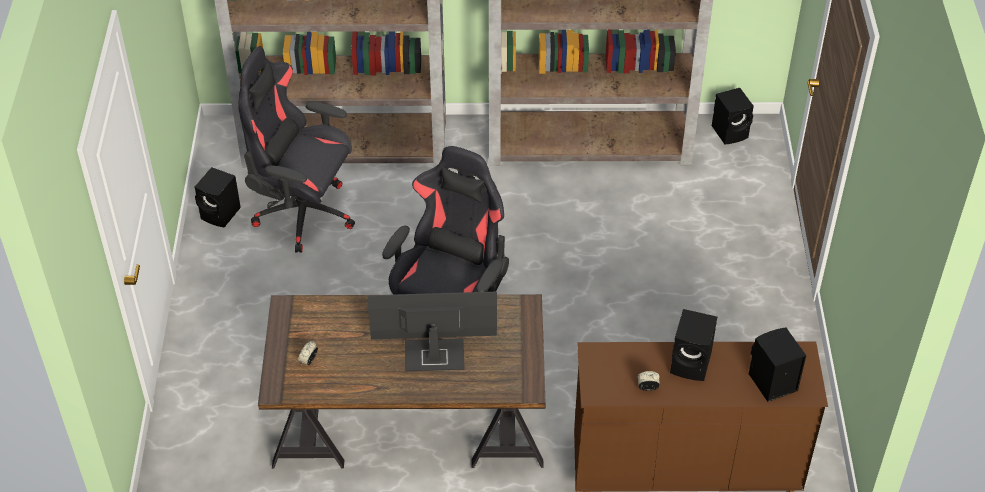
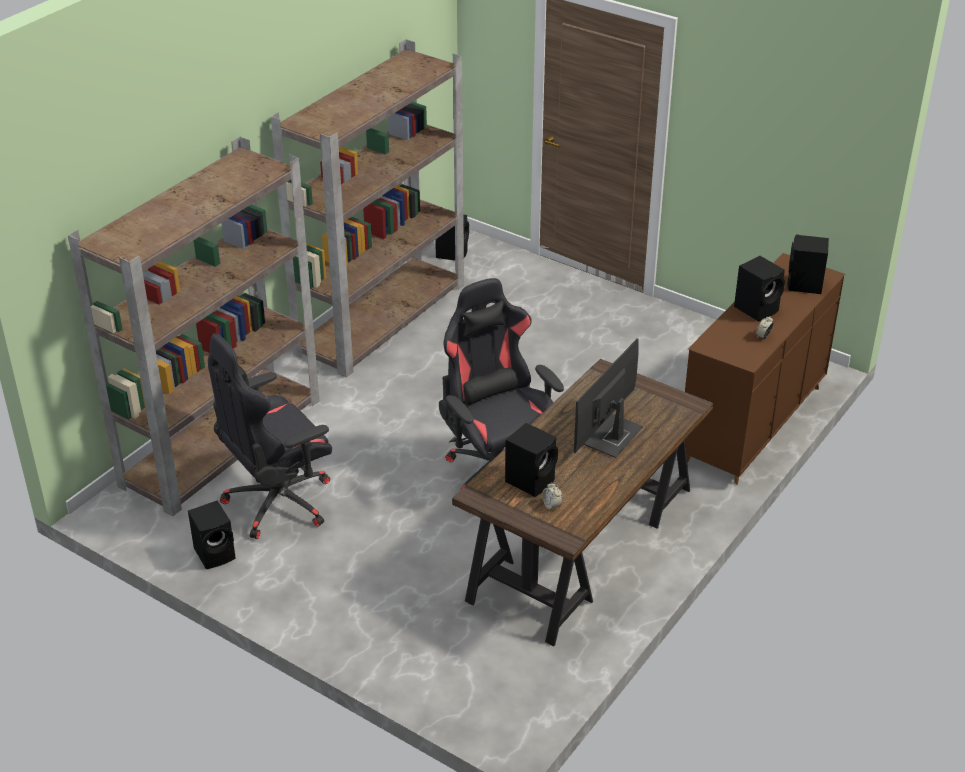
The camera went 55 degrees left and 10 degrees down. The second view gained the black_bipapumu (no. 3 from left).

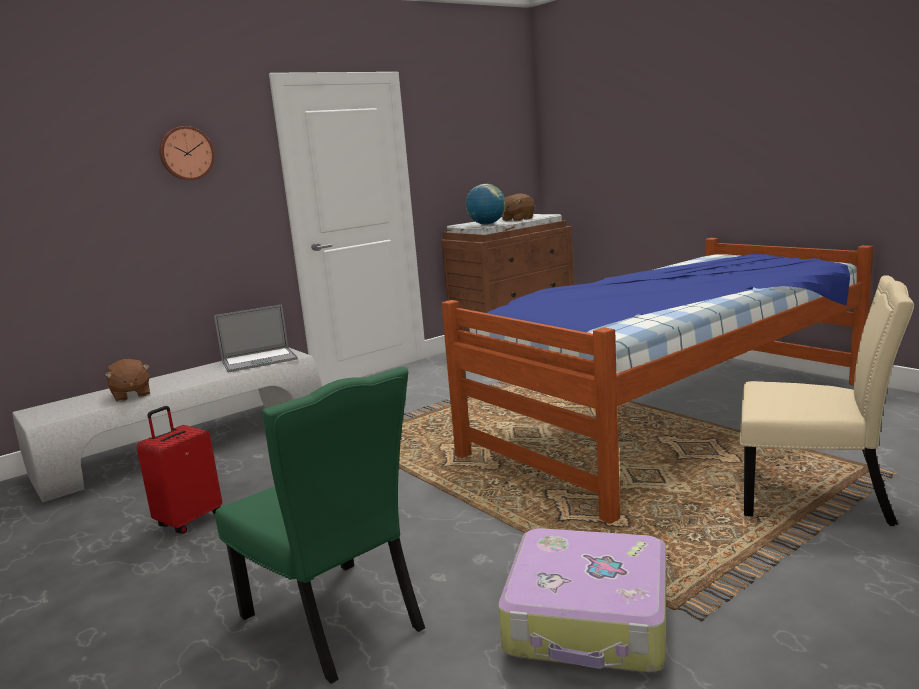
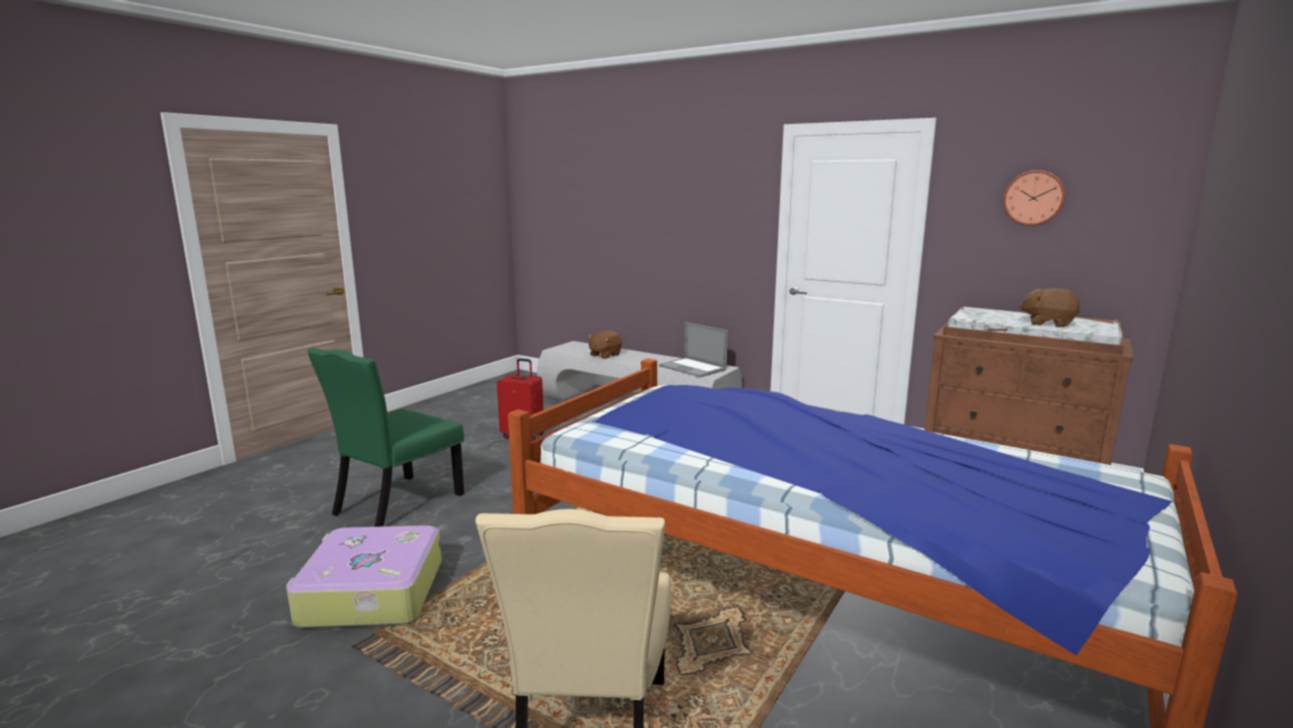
The camera went 70 degrees right and 0 degrees up. The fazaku ended up elsewhere. The second view lost the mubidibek.

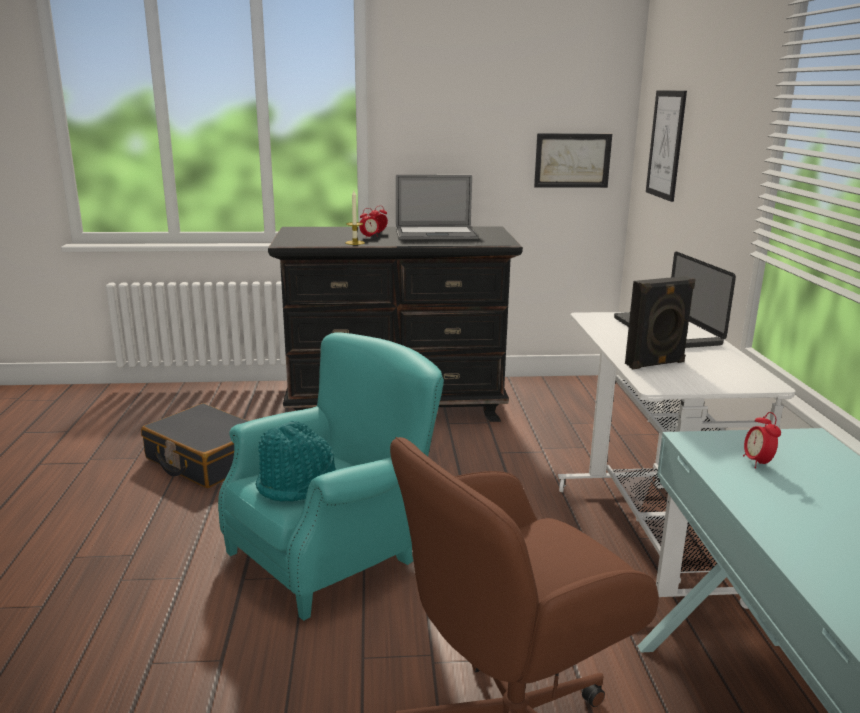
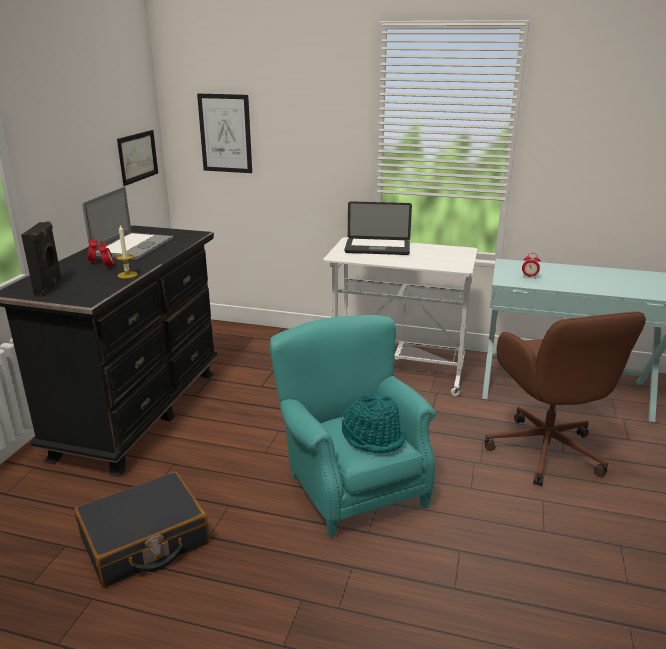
The camera went 70 degrees left and 5 degrees up. The black_bipapumu ended up elsewhere.

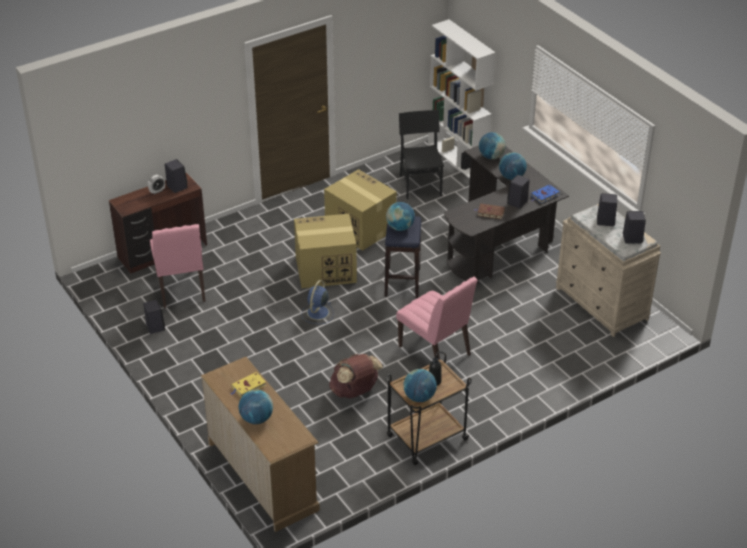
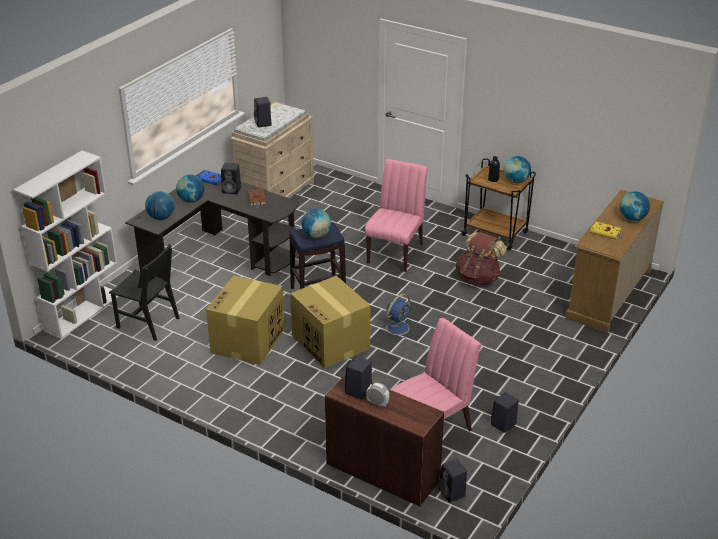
The camera went 115 degrees left and 5 degrees down. The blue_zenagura ended up facing another way, 45 degrees counterclockwise from before. The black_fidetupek ended up facing another way, 120 degrees counterclockwise from before. The black_bipapumu (no. 5 from left in the first image) ended up elsewhere.

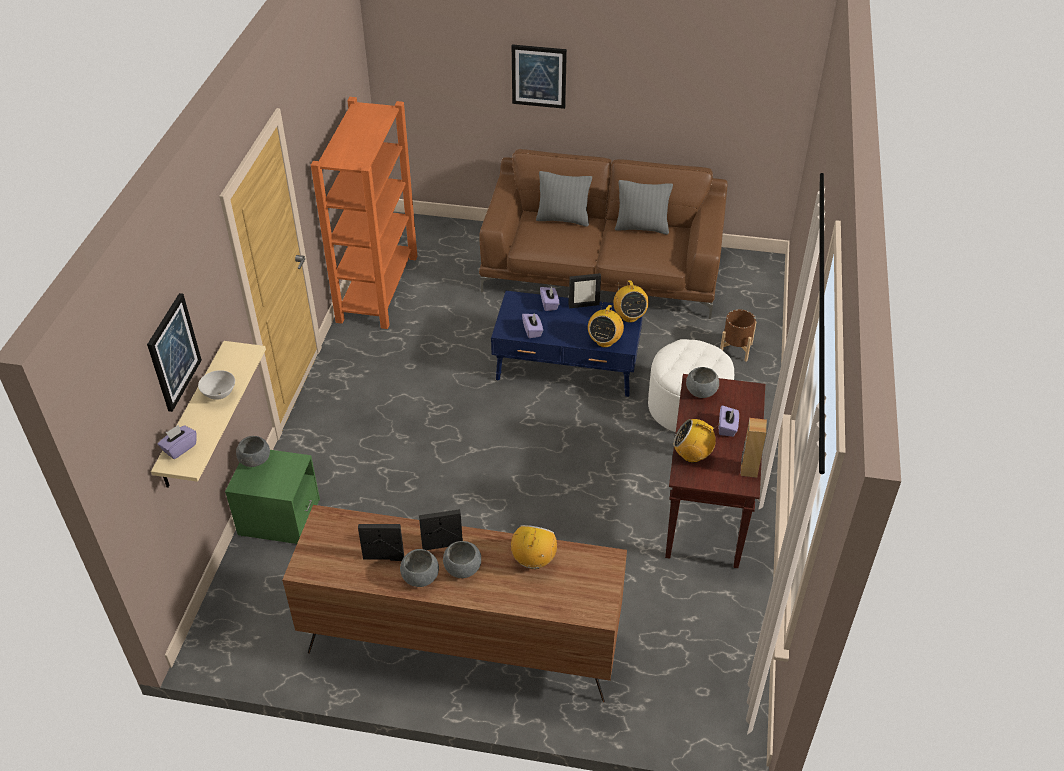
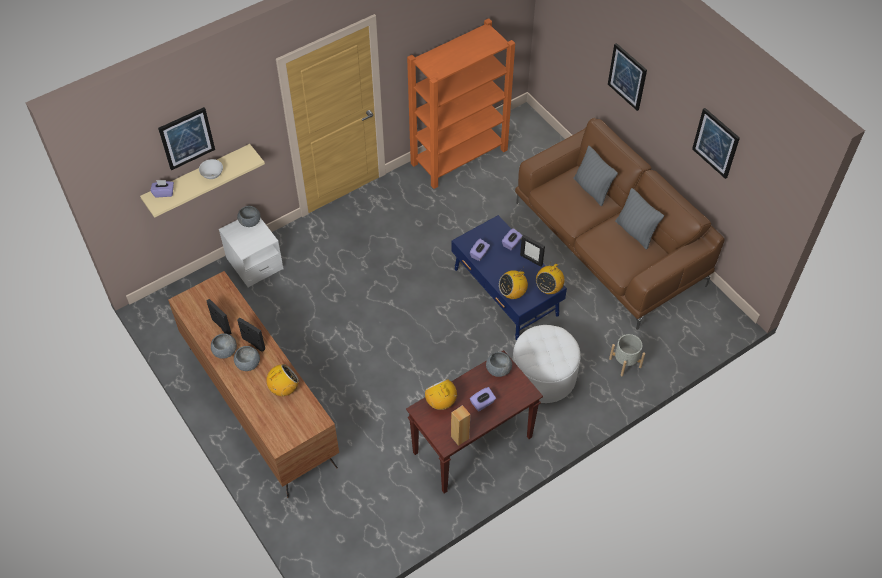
The camera went 45 degrees right and 10 degrees up. What was the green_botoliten turned into the white_botoliten. What was the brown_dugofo turned into the grey_dugofo. The second view gained the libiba (no. 3 from left).

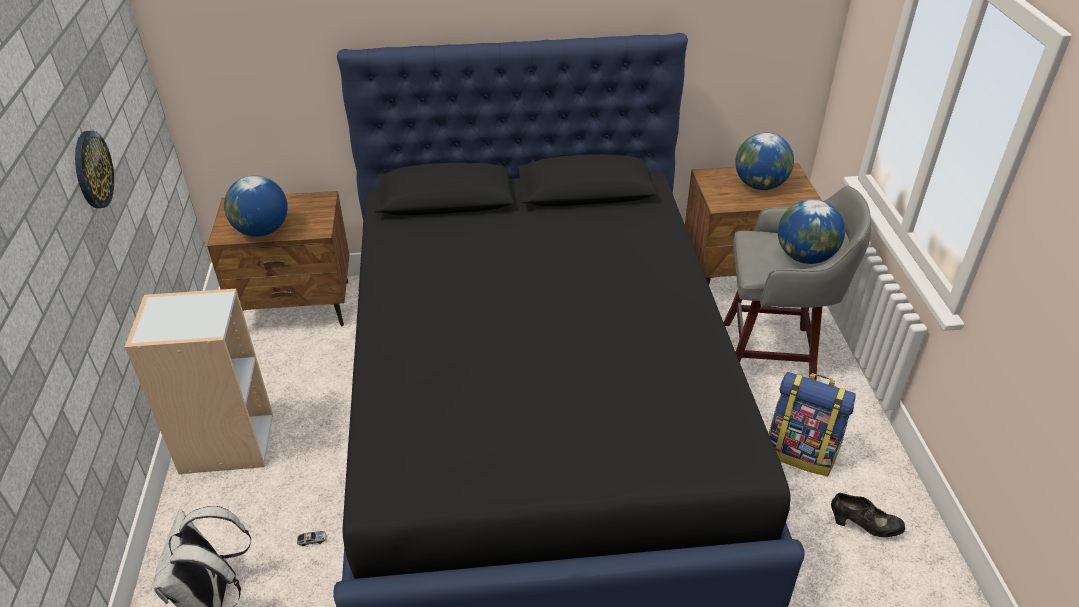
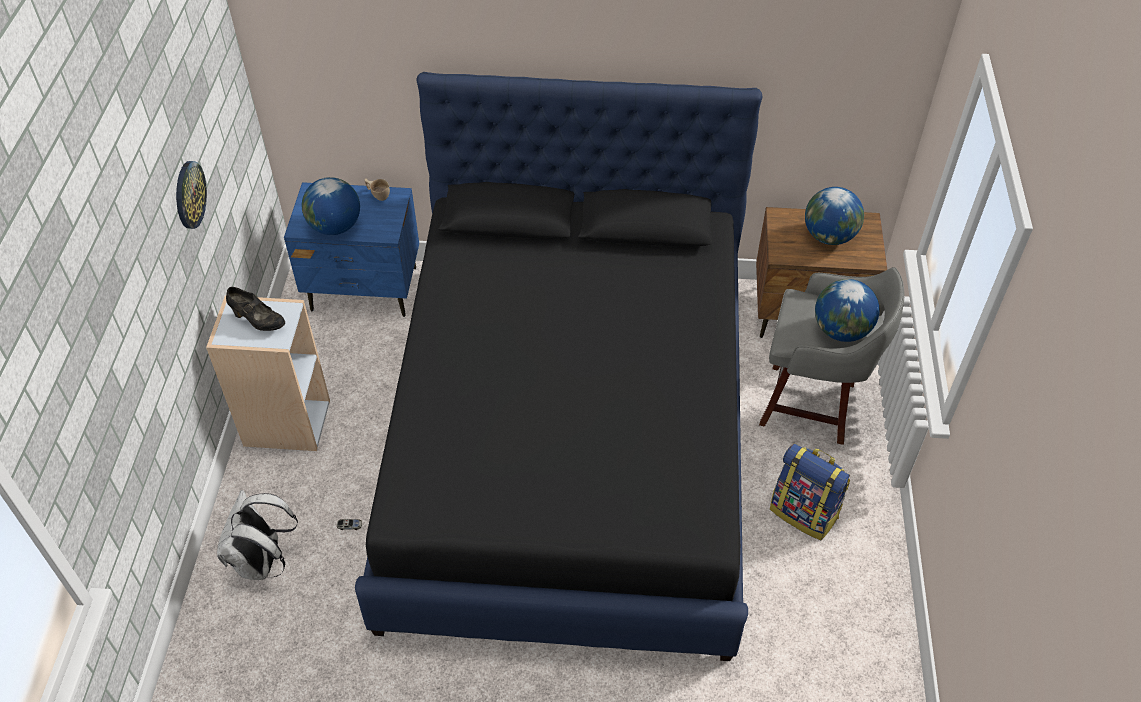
The camera went 10 degrees right and 10 degrees up. What was the brown_botoliten (no. 1 from left) turned into the blue_botoliten. The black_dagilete ended up elsewhere. The second view gained the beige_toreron.

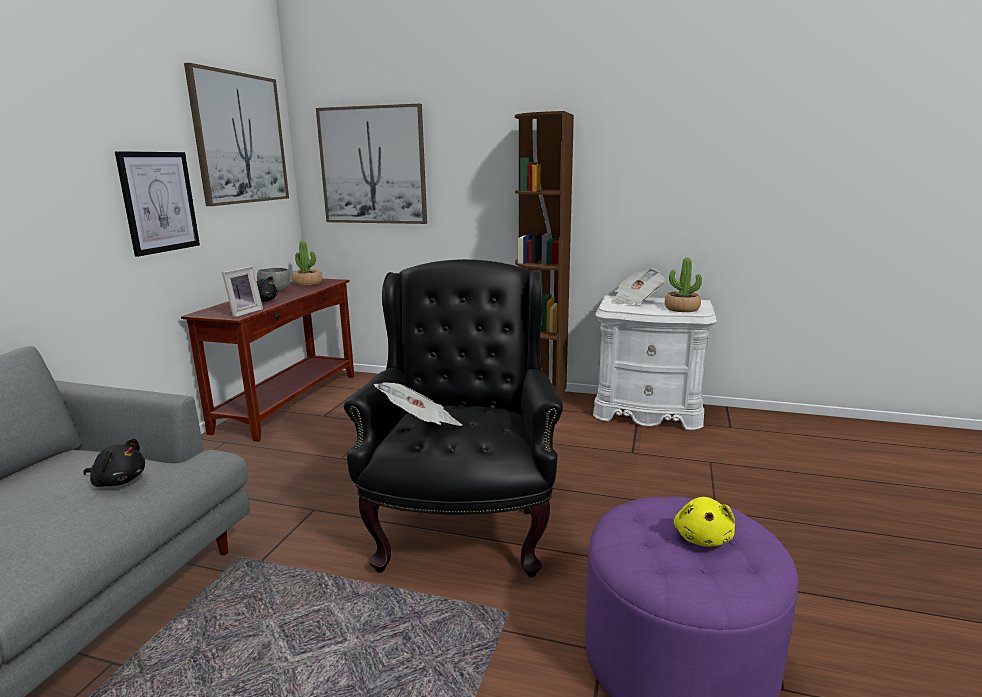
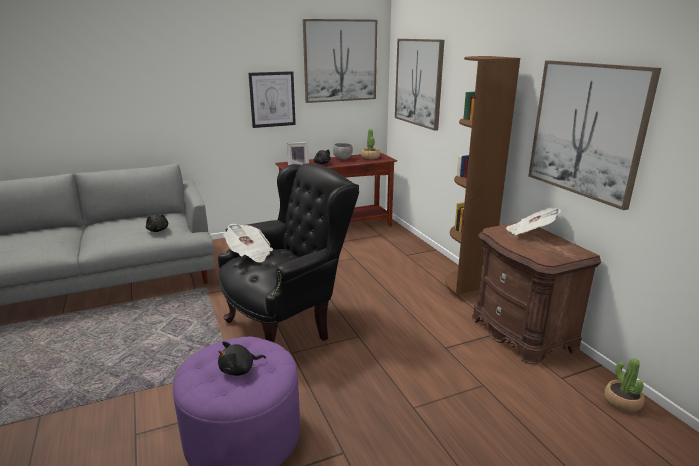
The camera went 50 degrees right and 5 degrees up. What was the white_botoliten turned into the brown_botoliten. The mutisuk (no. 2 from left) ended up elsewhere. What was the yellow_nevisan turned into the black_nevisan (no. 2 from left). The second view gained the libiba (no. 4 from left).

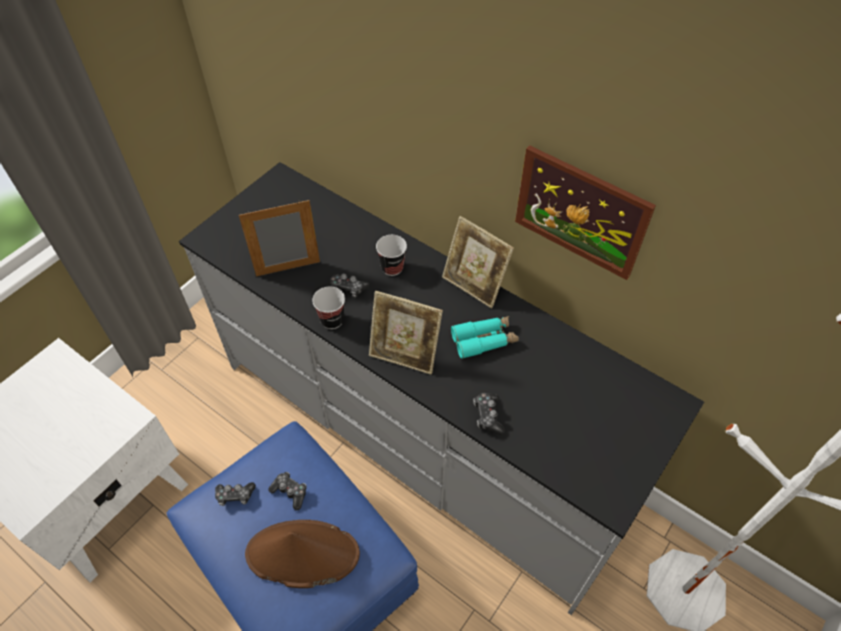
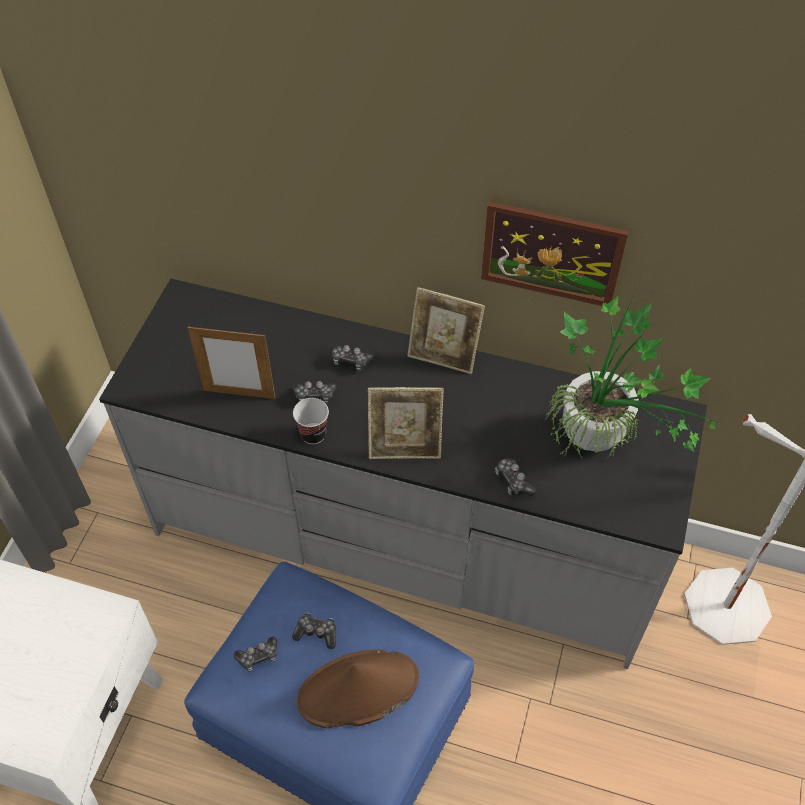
The camera went 20 degrees left and 0 degrees up. The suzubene (no. 1 from left) ended up facing another way, 135 degrees counterclockwise from before. Where the toreron (no. 2 from left) stood, the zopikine (no. 4 from left) came to stand. The second view lost the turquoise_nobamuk. The second view gained the mutisuk.

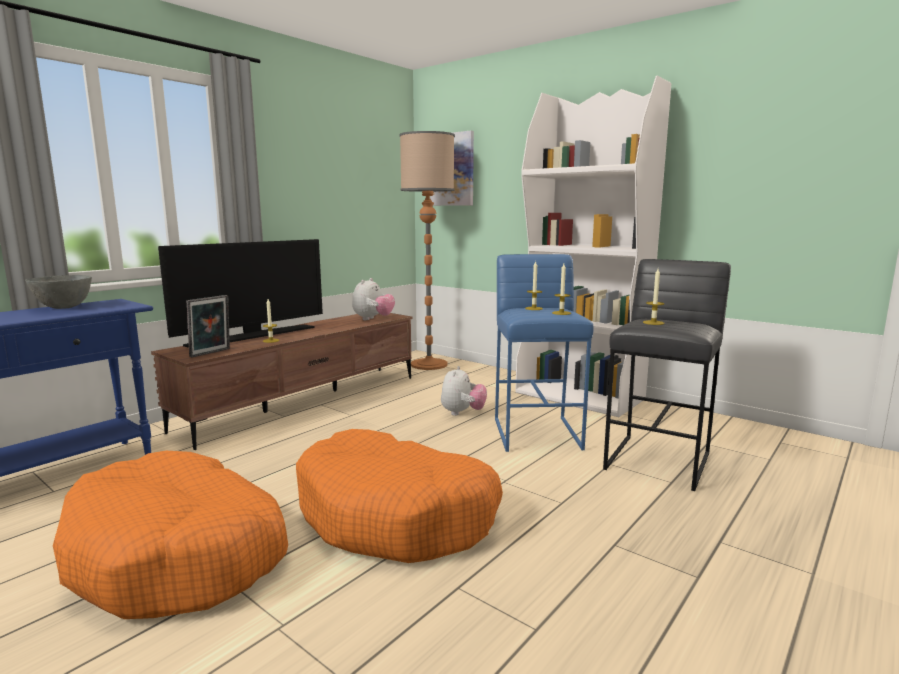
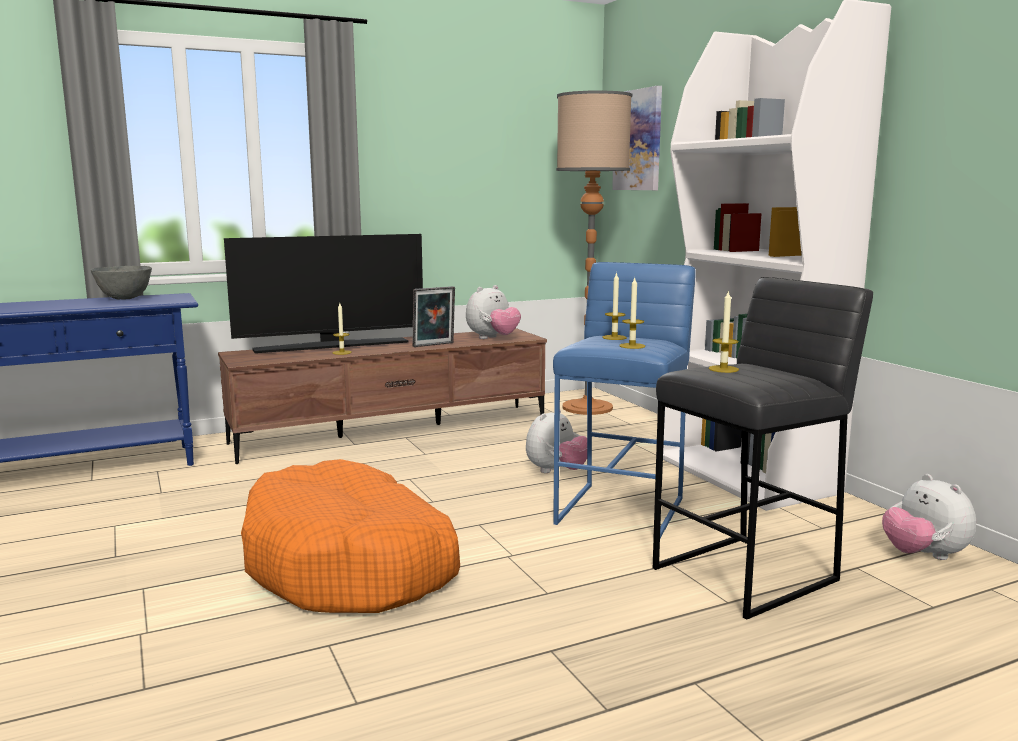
The camera went 25 degrees right and 0 degrees up. The second view lost the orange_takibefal (no. 1 from left). The suzubene ended up elsewhere. The second view gained the nevisan (no. 3 from left).

